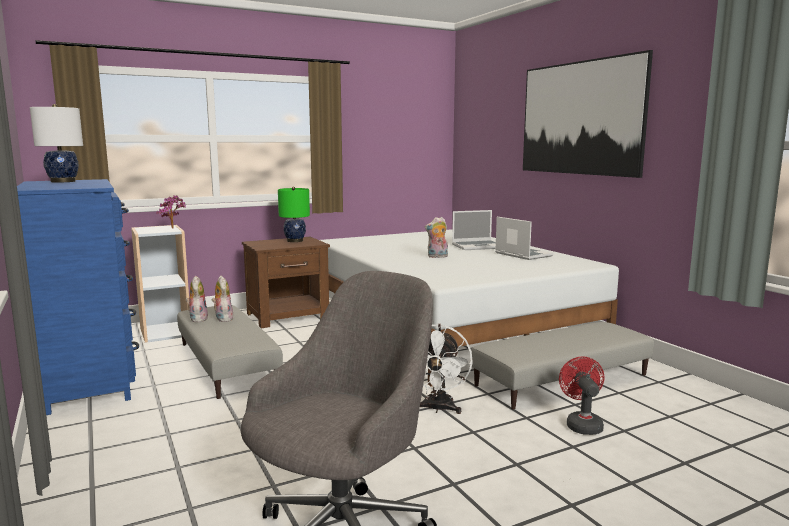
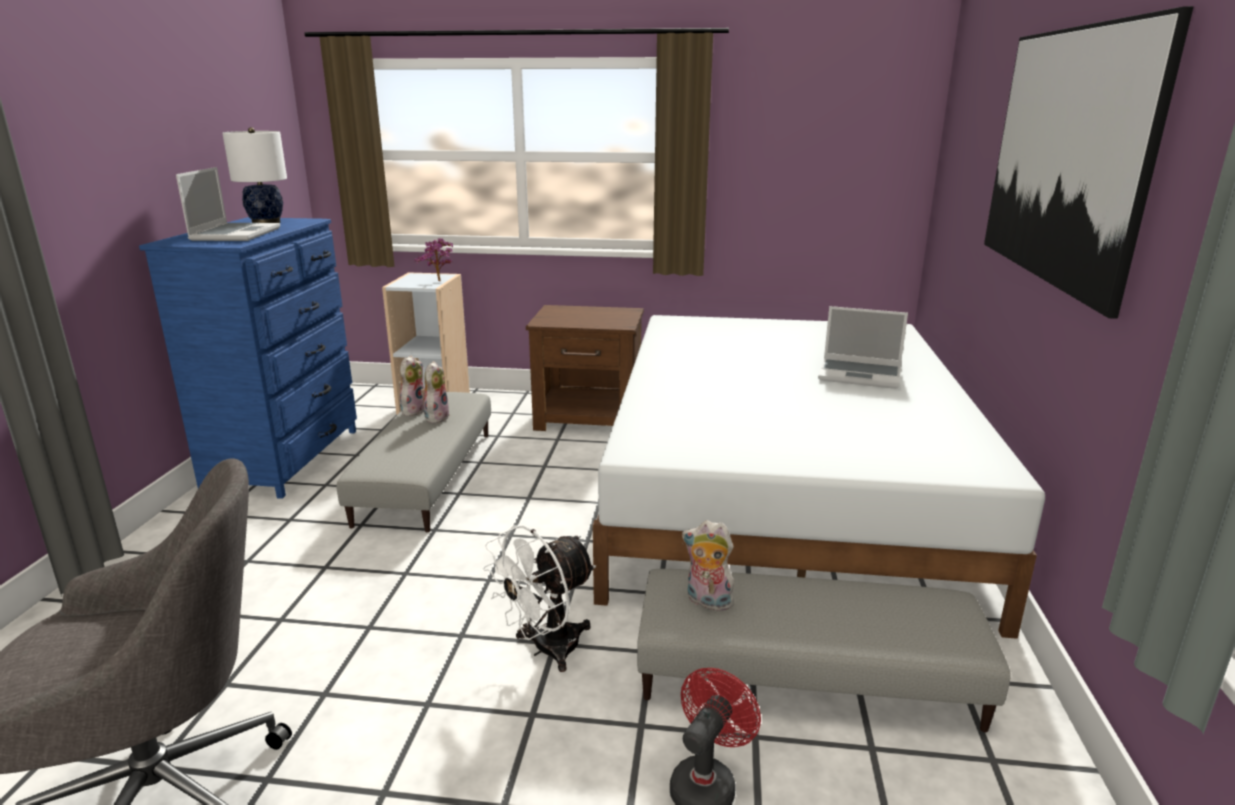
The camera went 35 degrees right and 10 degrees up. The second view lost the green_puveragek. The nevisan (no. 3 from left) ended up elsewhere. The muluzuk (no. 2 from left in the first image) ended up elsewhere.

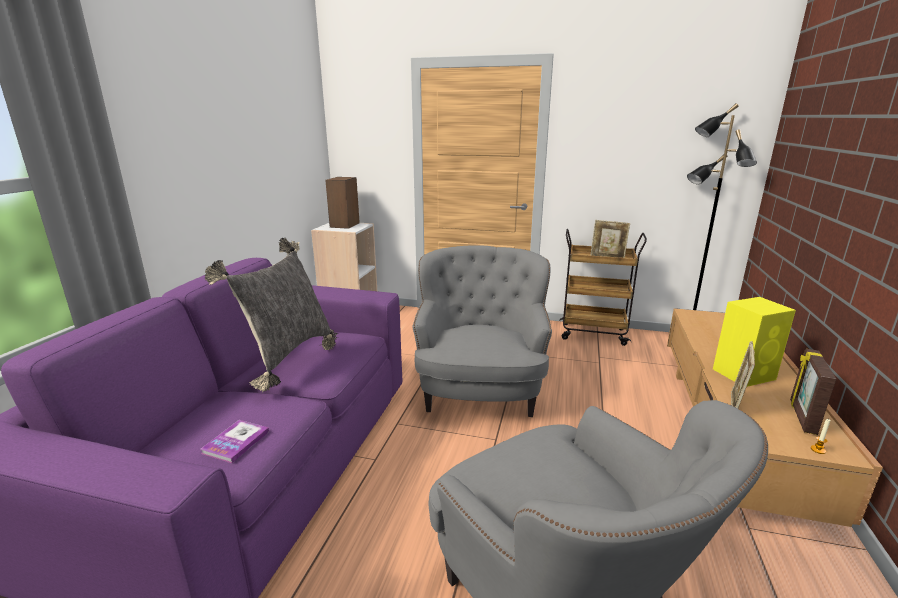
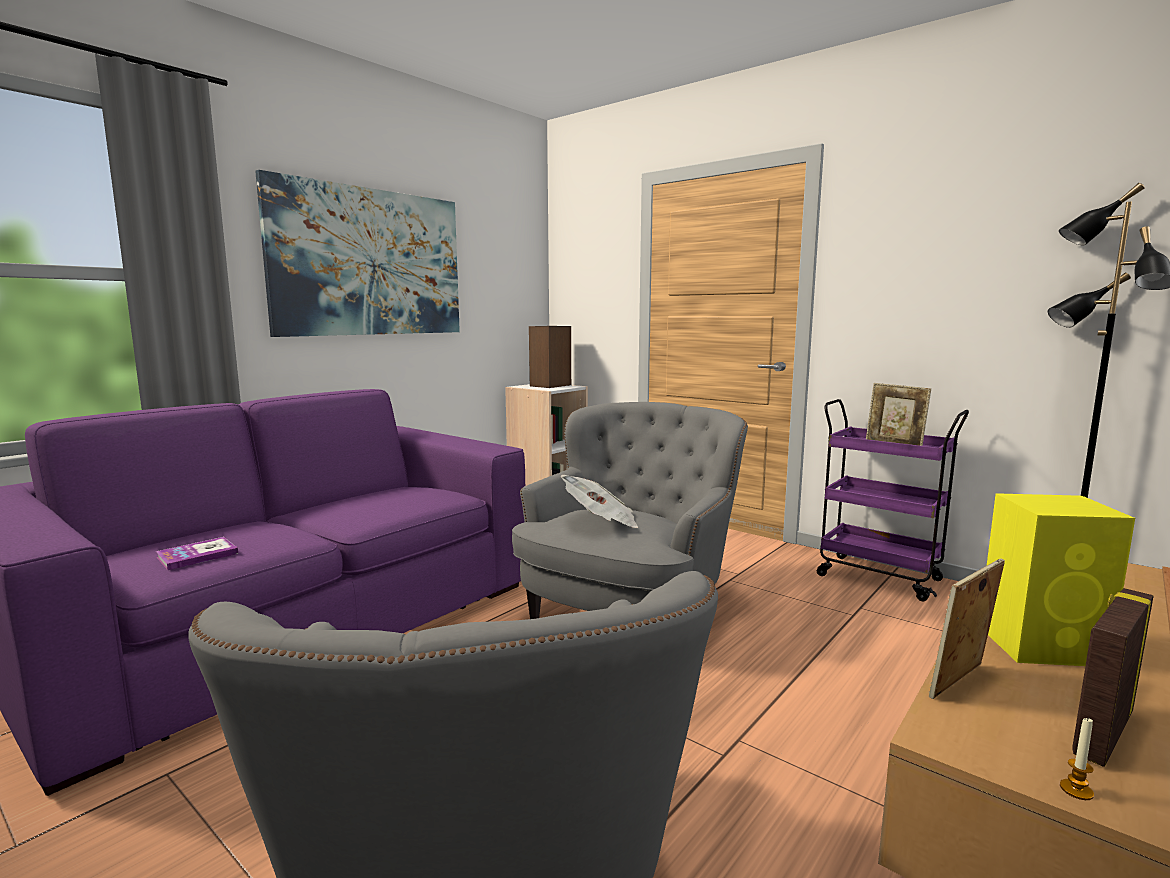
The camera went 25 degrees right and 10 degrees down. The second view lost the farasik. What was the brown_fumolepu turned into the purple_fumolepu. The second view gained the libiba. The second view gained the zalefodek.

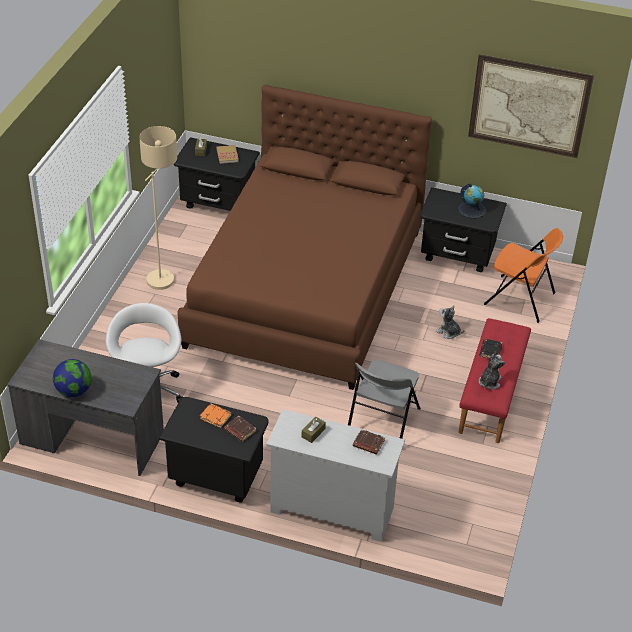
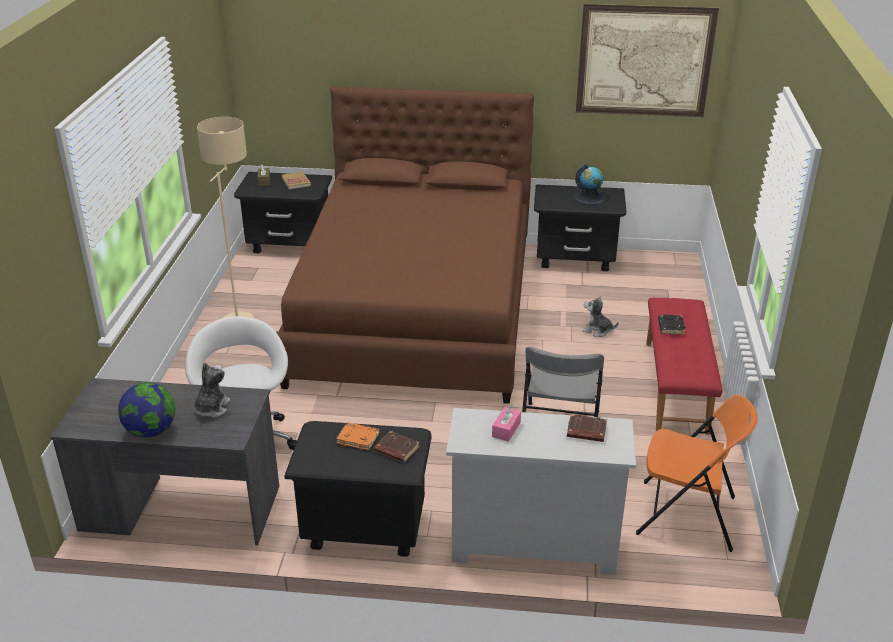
The camera went 10 degrees left and 10 degrees down. What was the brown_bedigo (no. 2 from left) turned into the pink_bedigo. The nevisan (no. 2 from left in the first image) ended up elsewhere. The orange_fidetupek ended up elsewhere.

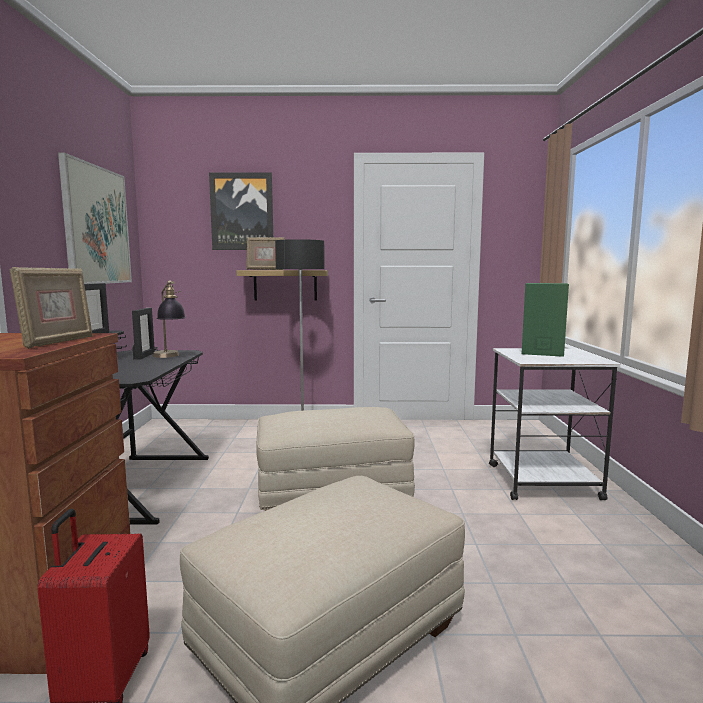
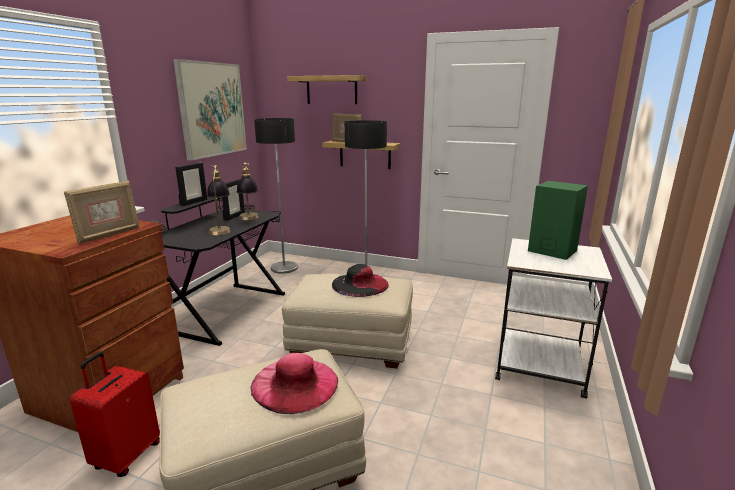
The camera went 20 degrees right and 10 degrees up. Where the libiba (no. 2 from left) hung, the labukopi (no. 1 from left) came to hang. The second view gained the puveragek (no. 1 from left). The second view gained the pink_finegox. The second view gained the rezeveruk (no. 1 from left). The second view gained the black_finegox.

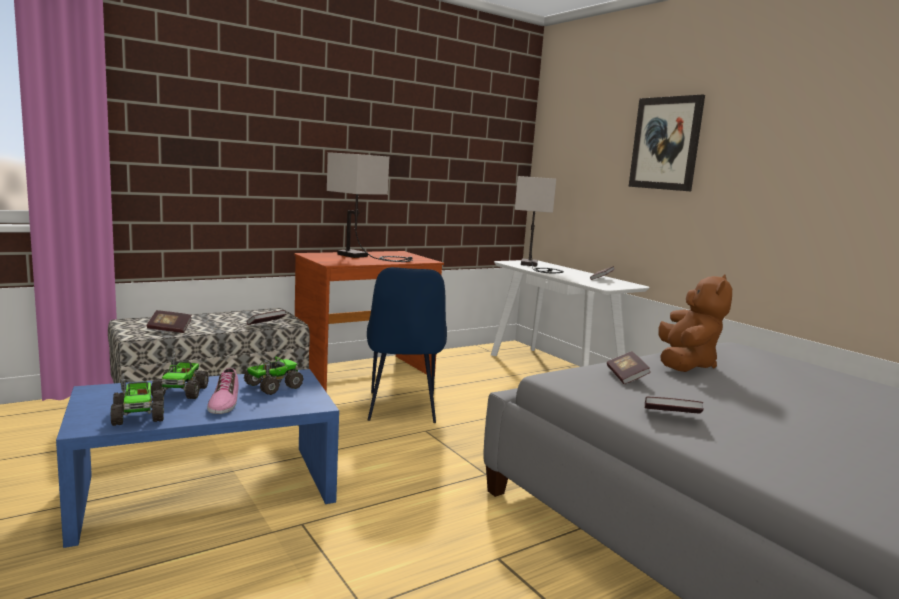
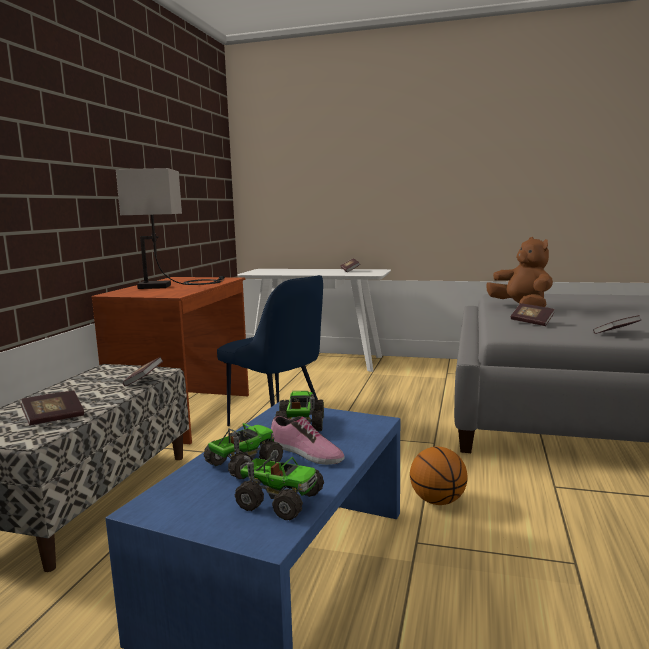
The camera went 40 degrees left and 0 degrees up. The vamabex (no. 2 from left in the first image) ended up facing another way, 90 degrees counterclockwise from before. The second view lost the puveragek (no. 2 from left). The second view lost the libiba. The second view gained the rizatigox.

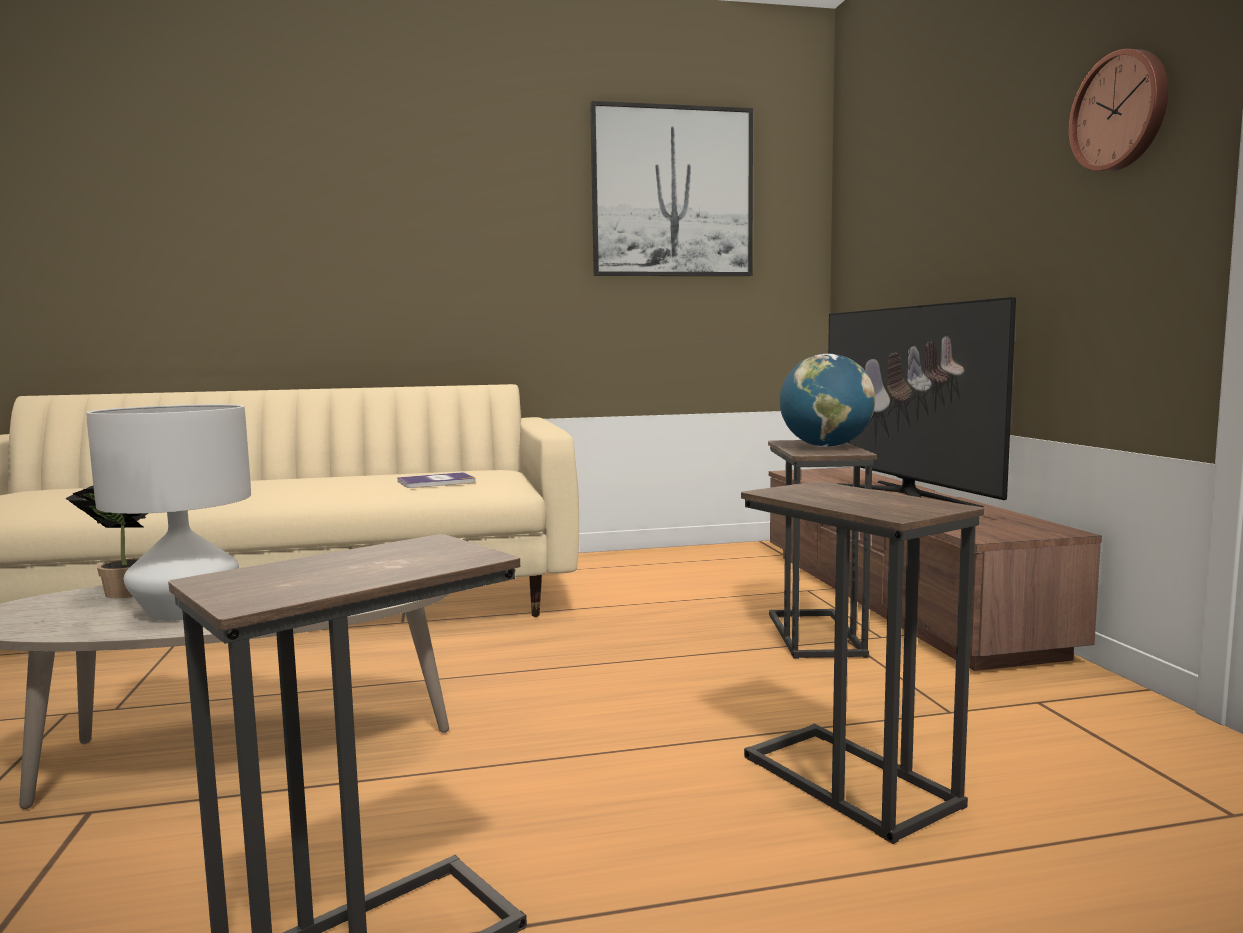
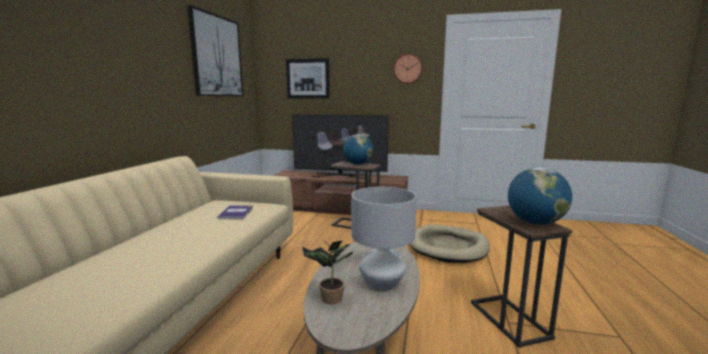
The camera went 65 degrees left and 5 degrees up. Where the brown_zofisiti (no. 3 from left) stood, the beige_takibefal came to stand. The second view gained the libiba (no. 2 from left). The second view gained the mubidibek (no. 2 from left).

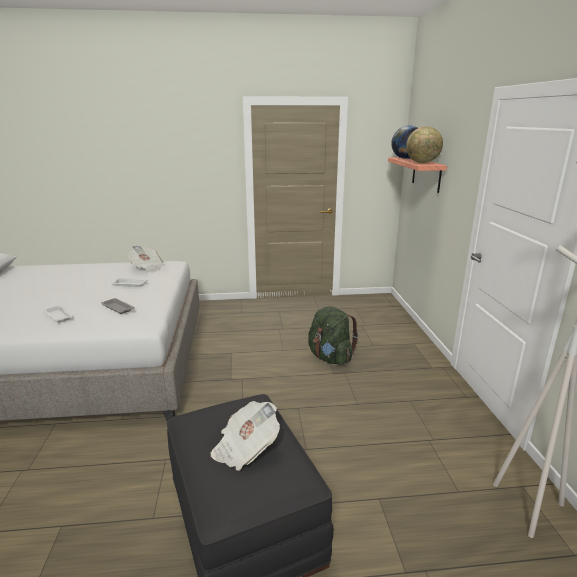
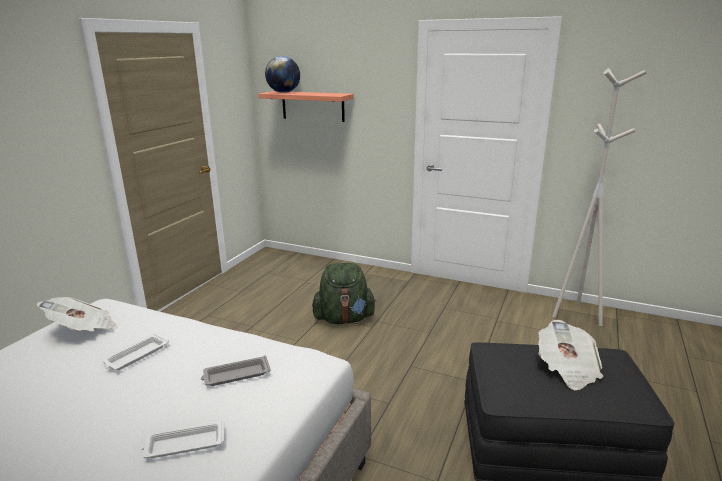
The camera went 60 degrees left and 0 degrees up. The second view lost the mubidibek (no. 2 from left).

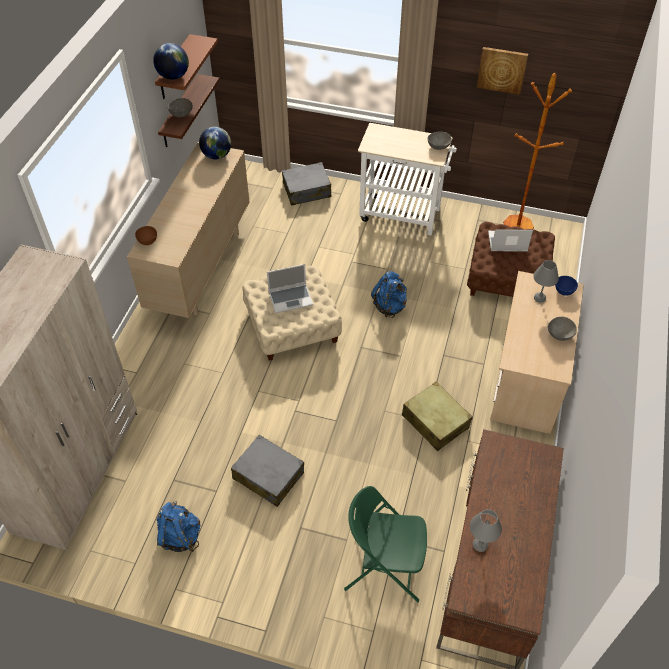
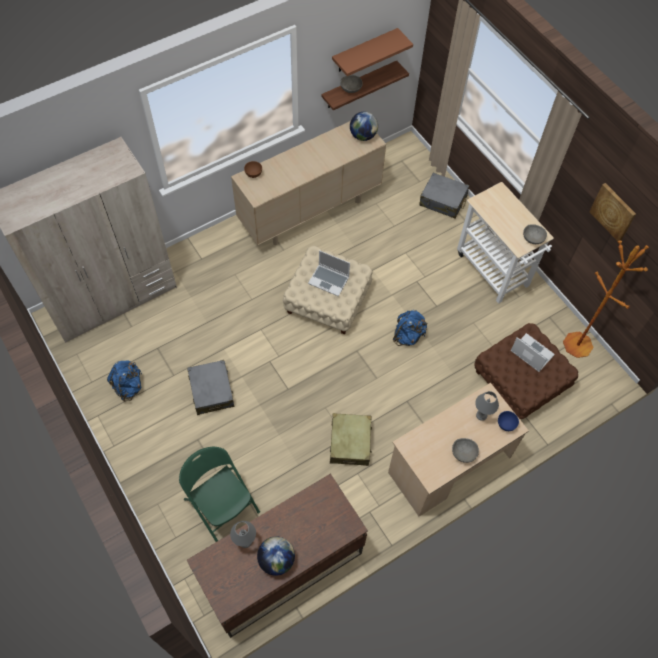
The camera went 40 degrees right and 10 degrees up. The mubidibek (no. 1 from left) ended up elsewhere.

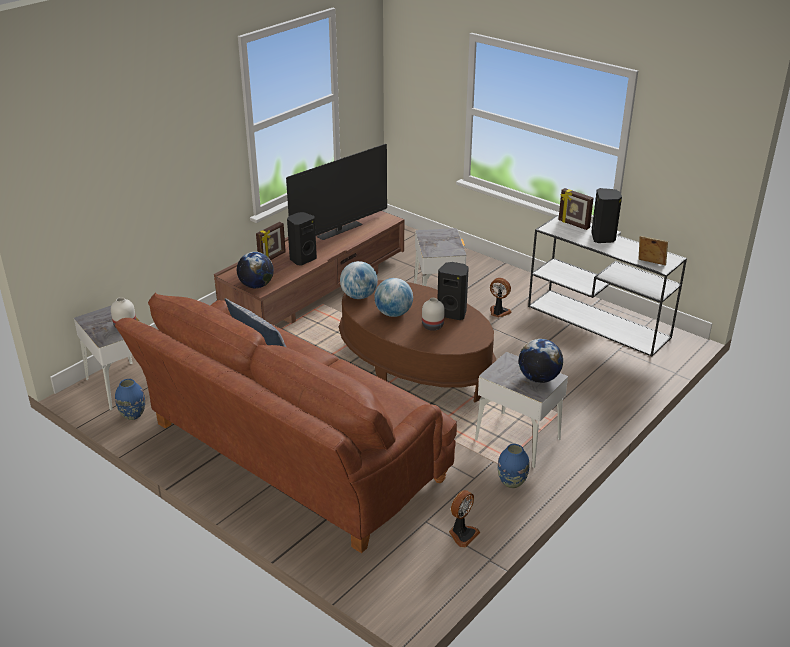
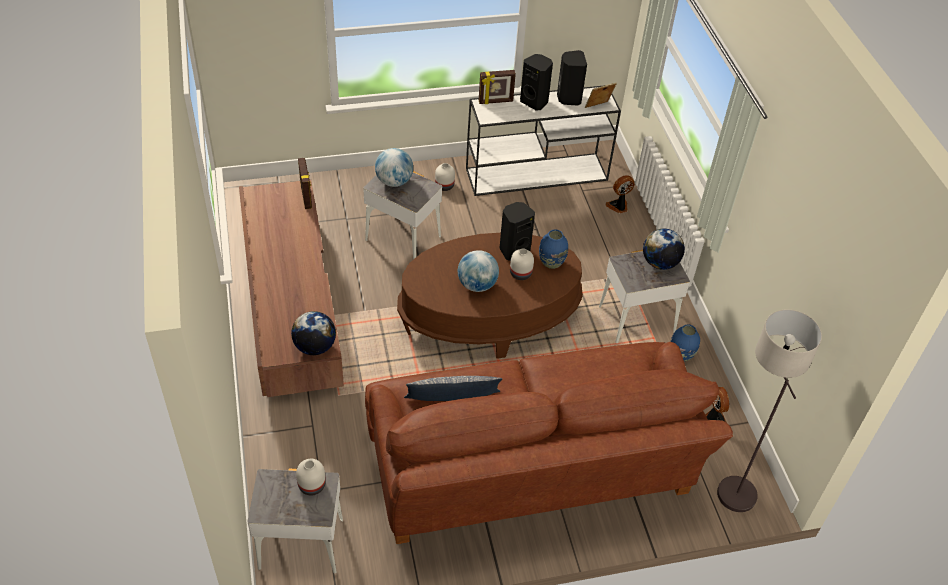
The camera went 55 degrees left and 15 degrees up. The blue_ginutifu (no. 1 from left) ended up elsewhere. The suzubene (no. 1 from left) ended up elsewhere. The second view lost the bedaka. The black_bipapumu (no. 1 from left in the first image) ended up elsewhere. The mubidibek (no. 2 from left) ended up elsewhere. The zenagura (no. 2 from left in the first image) ended up elsewhere. The second view gained the white_ginutifu (no. 2 from left). The second view gained the grey_rezeveruk.

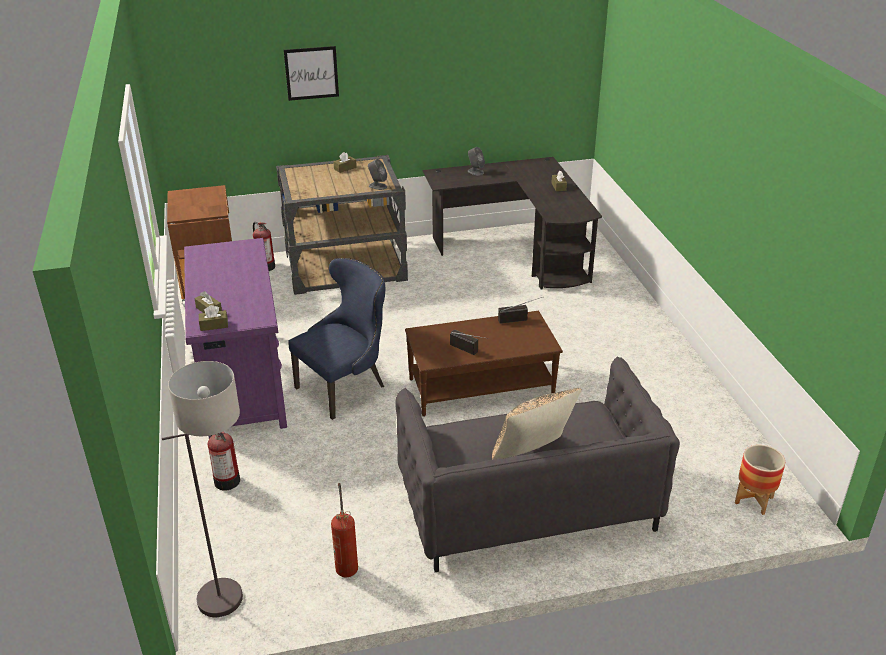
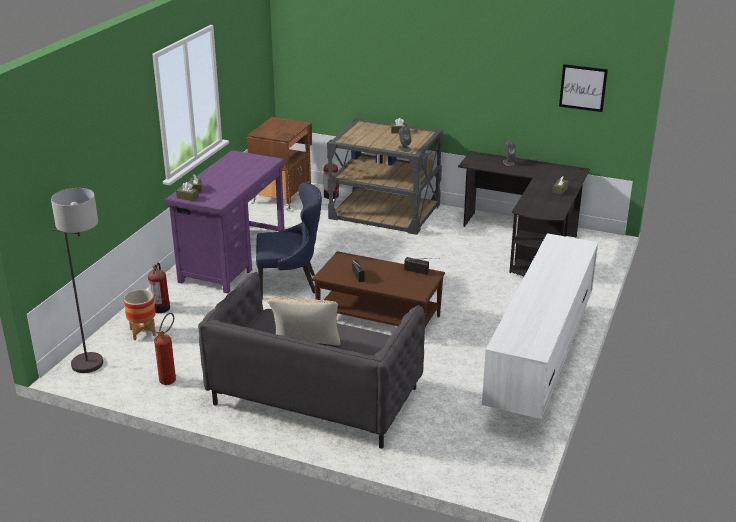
The camera went 35 degrees right and 5 degrees down. The libiba ended up elsewhere. The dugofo ended up elsewhere. The second view gained the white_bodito.

